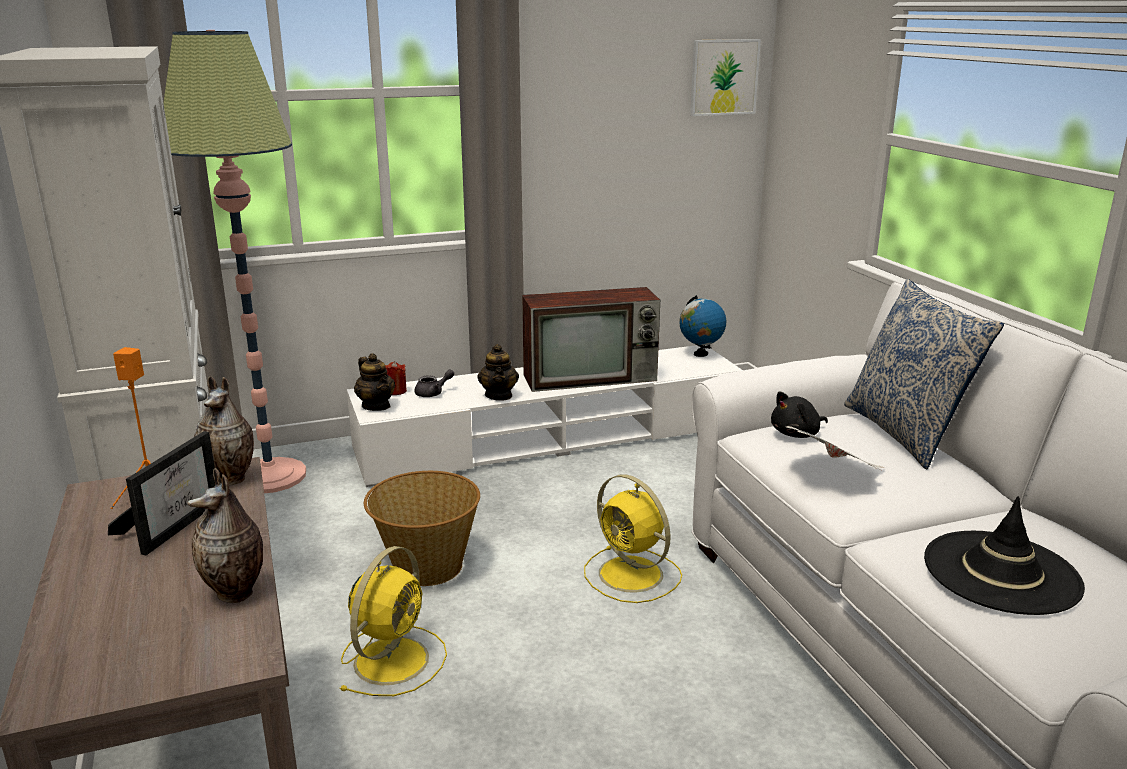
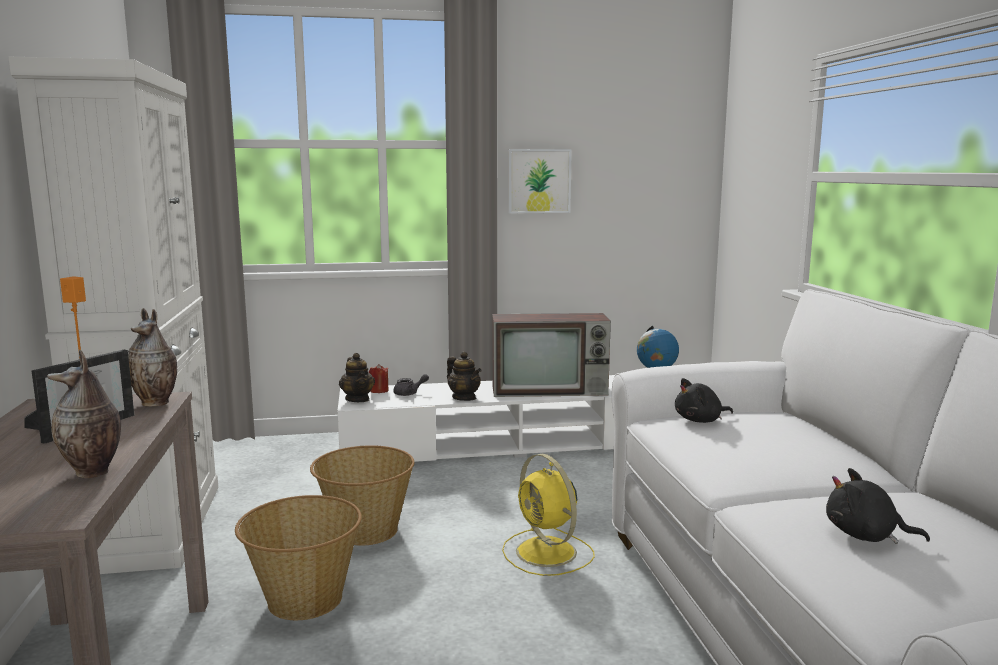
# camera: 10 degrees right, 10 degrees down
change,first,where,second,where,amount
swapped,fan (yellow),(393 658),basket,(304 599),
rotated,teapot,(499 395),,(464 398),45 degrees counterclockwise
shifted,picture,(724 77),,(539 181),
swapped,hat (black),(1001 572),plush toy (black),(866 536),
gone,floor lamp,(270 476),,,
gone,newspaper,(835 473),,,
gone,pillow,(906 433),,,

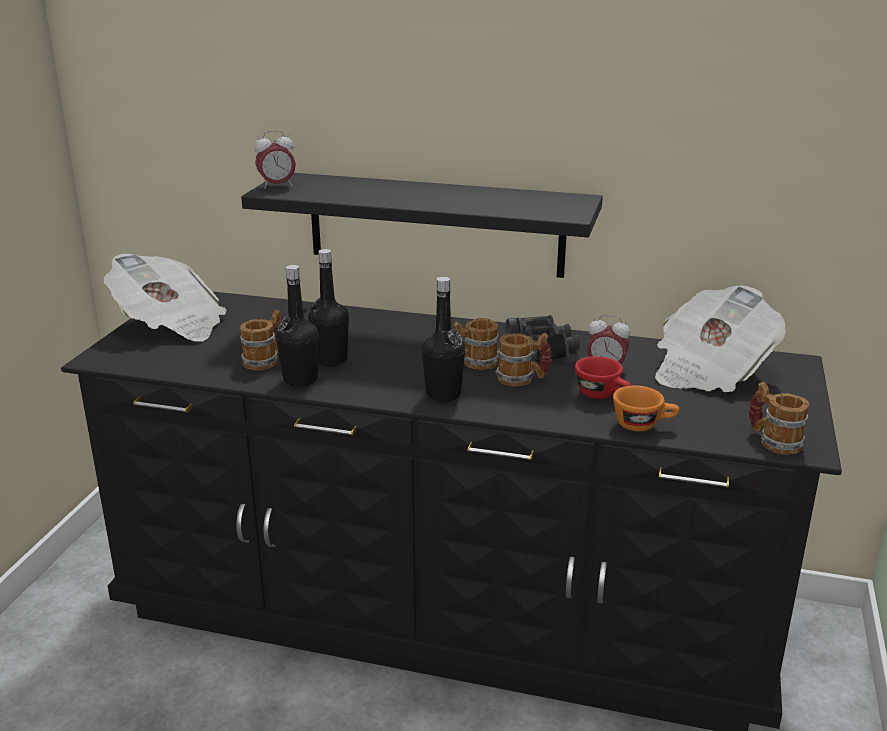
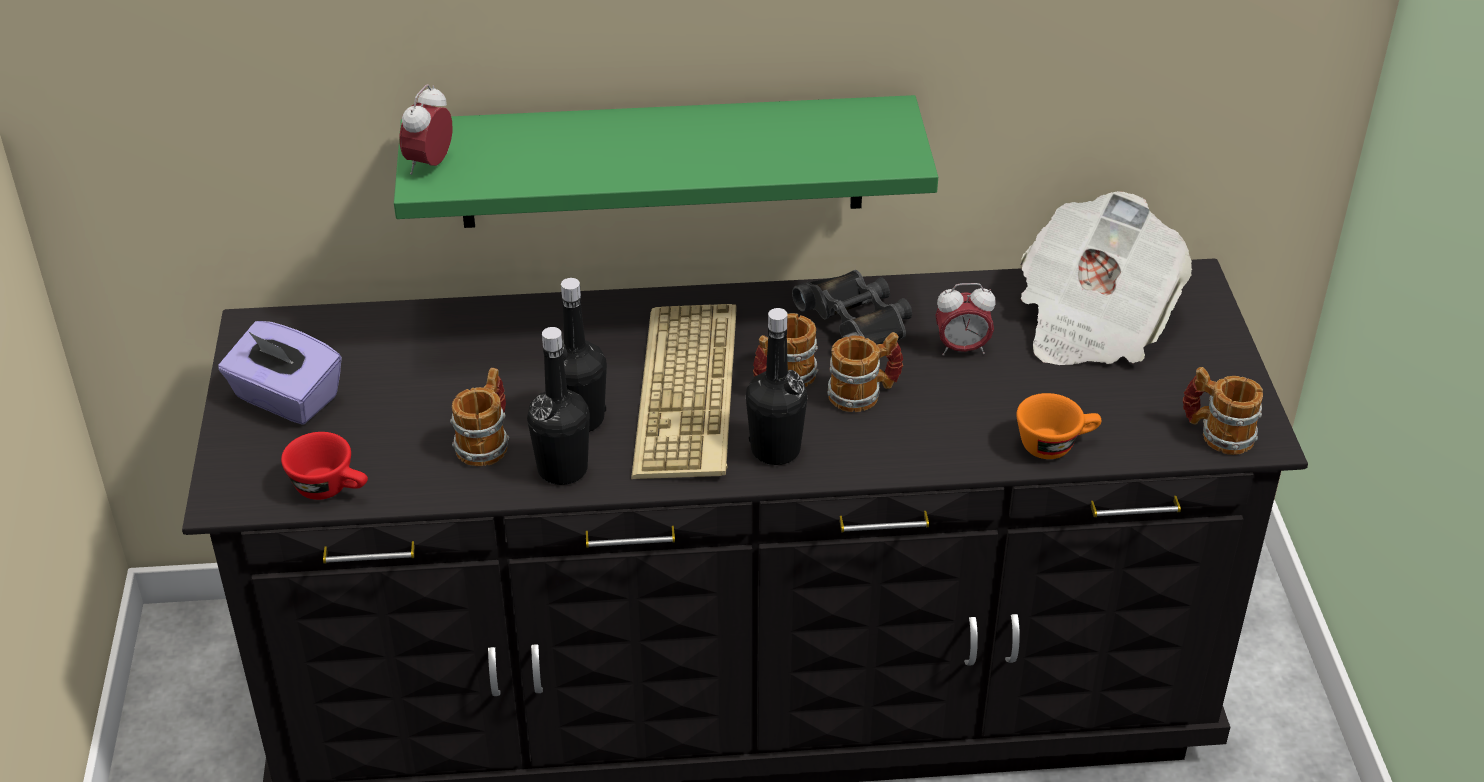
# camera: 20 degrees left, 15 degrees up
change,first,where,second,where,amount
swapped,newspaper,(171 325),tissue box (purple),(286 399),
shifted,cup (red),(603 395),,(331 488),
repainted,shelf (black),(435 224),shelf (green),(662 162),
rotated,alarm clock,(277 186),,(430 164),150 degrees clockwise
new,,,keyboard,(690 394),

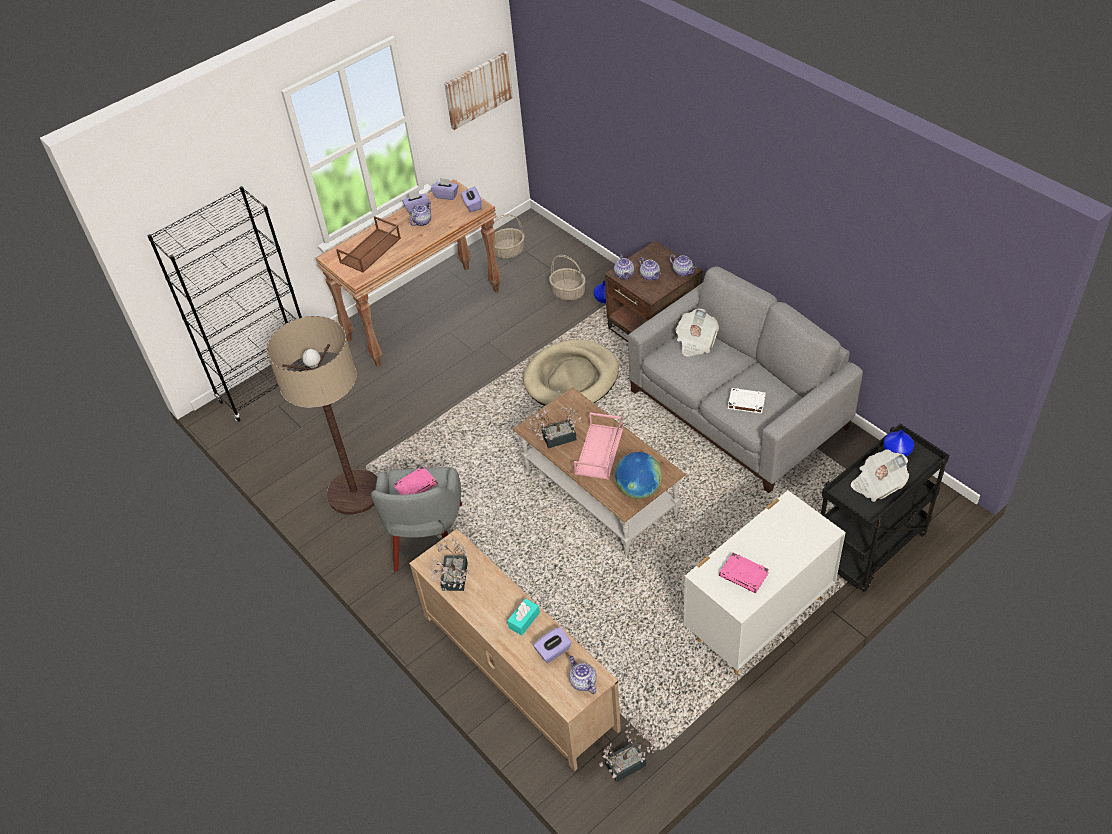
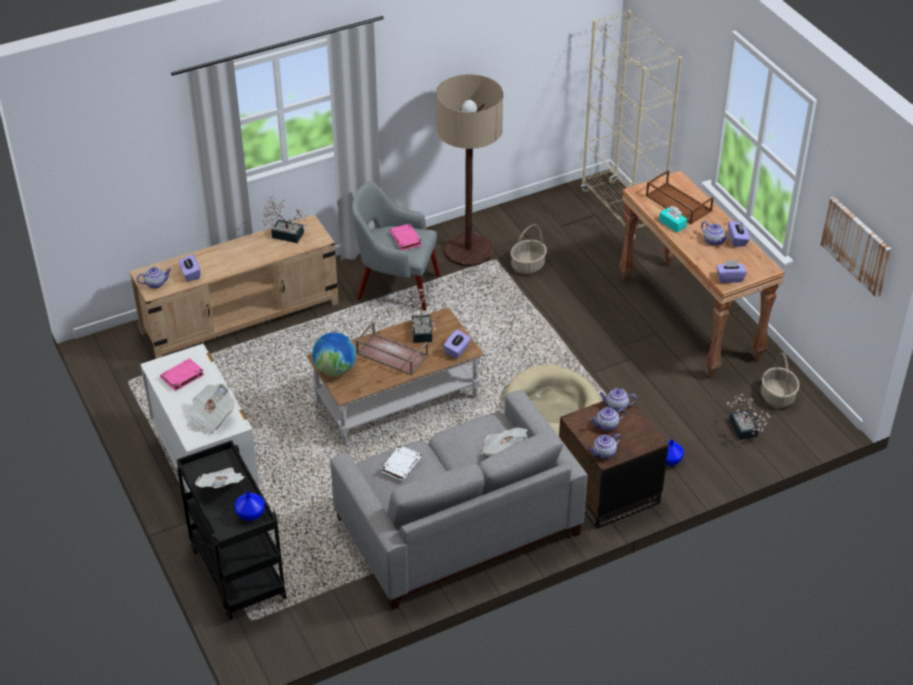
# camera: 100 degrees right, 5 degrees down
change,first,where,second,where,amount
new,,,newspaper,(210 419),
repainted,tray (pink),(600 452),tray (brown),(391 354),
shifted,tissue box (purple),(446 195),,(457 350),
shifted,basket,(568 292),,(528 266),
repainted,bookcase (black),(269 387),bookcase (beige),(621 211),
shifted,tissue box (turquoise),(524 620),,(672 224),
shifted,potted plant,(630 762),,(744 431),

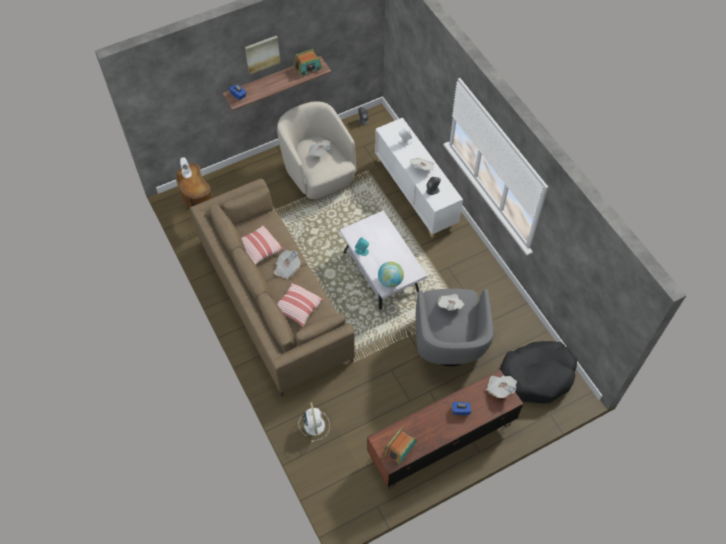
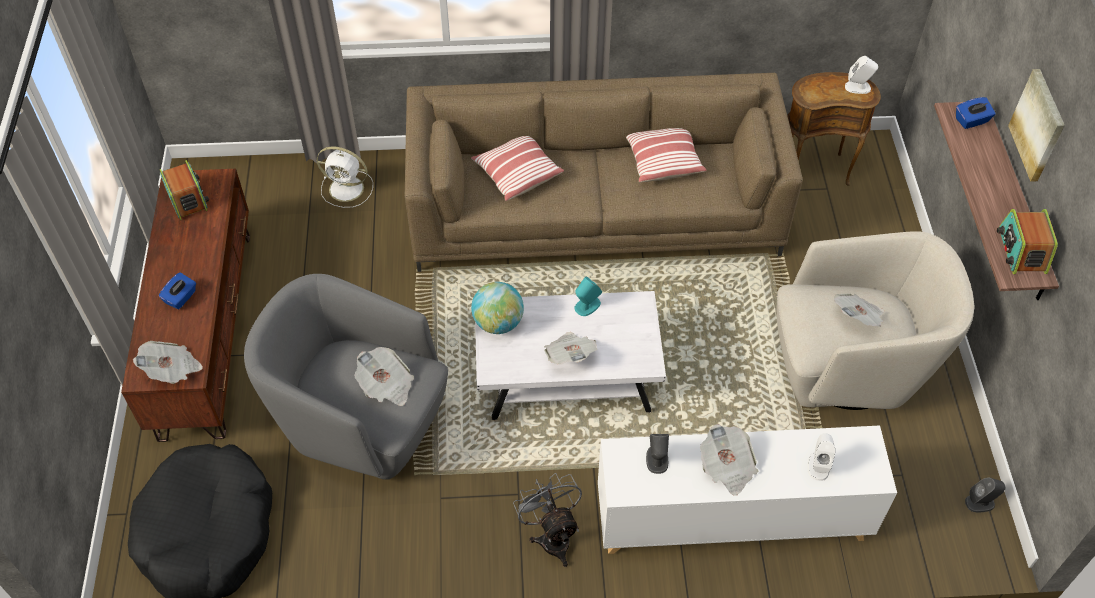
# camera: 115 degrees right, 5 degrees down
change,first,where,second,where,amount
new,,,fan (grey),(552 536),
shifted,newspaper,(287 268),,(570 356),

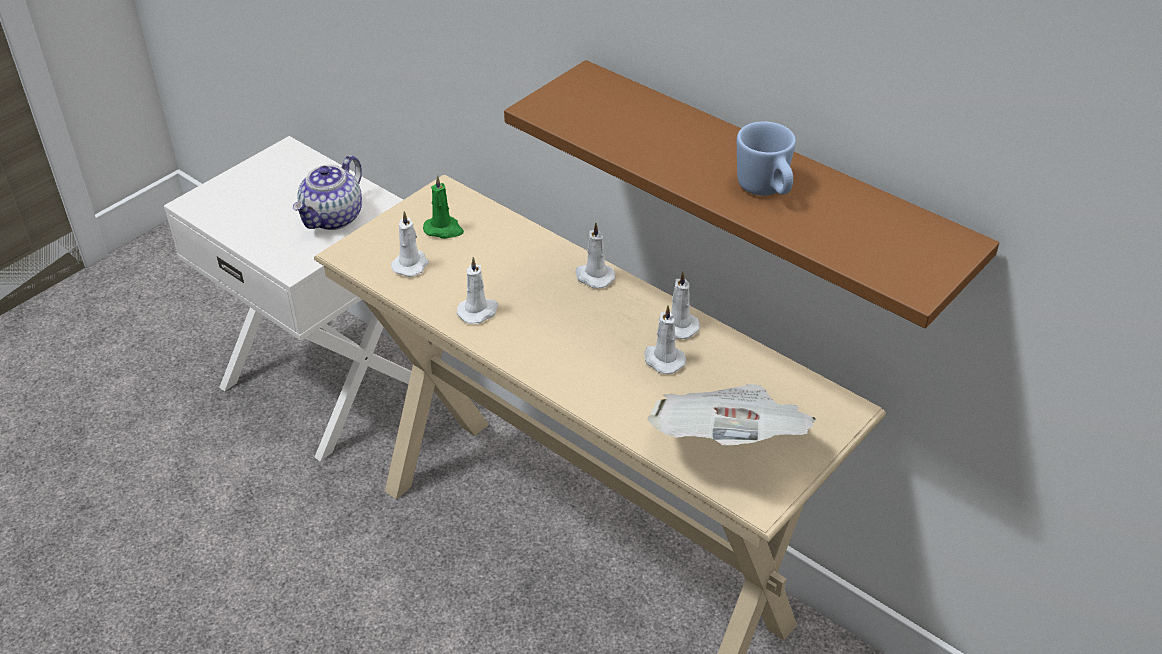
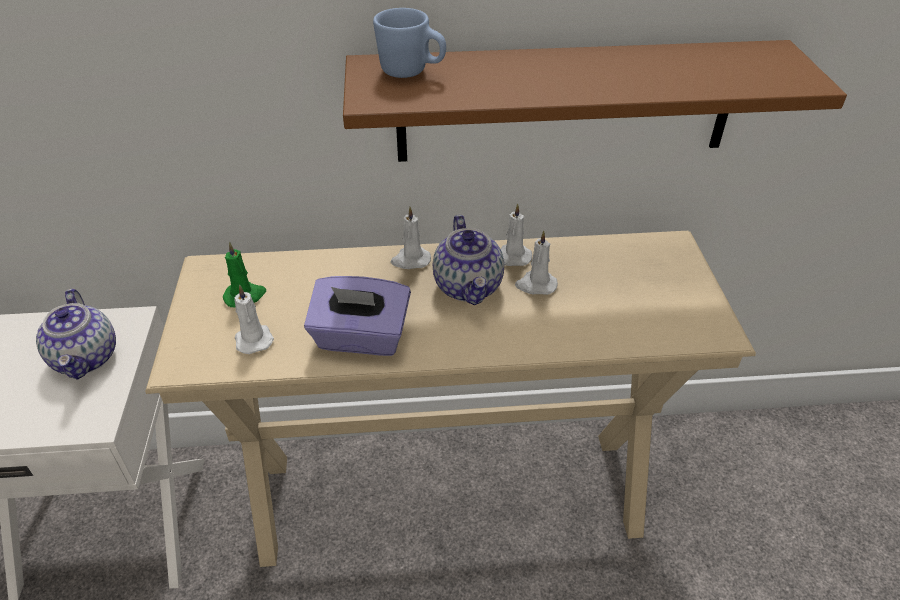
# camera: 45 degrees left, 0 degrees up
change,first,where,second,where,amount
swapped,candle (white),(478 311),tissue box (purple),(361 338),
shifted,mug (blue),(765 190),,(412 72),
new,,,teapot,(469 287),
gone,newspaper,(728 444),,,

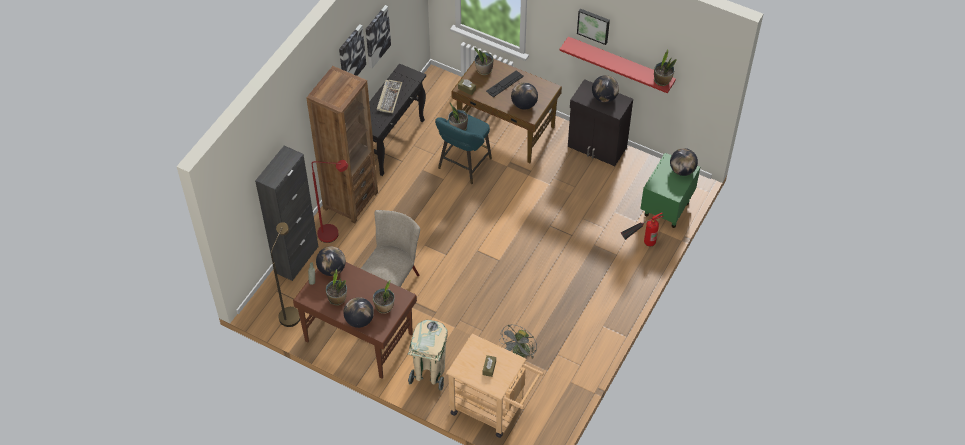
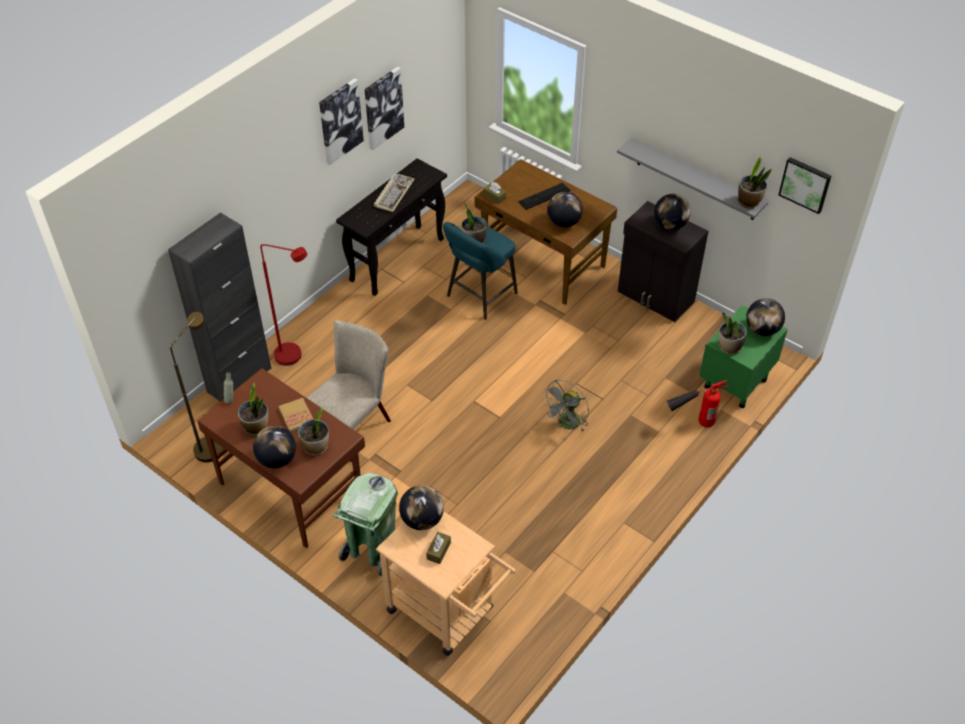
# camera: 10 degrees right, 5 degrees down
change,first,where,second,where,amount
new,,,book,(297 416),
repainted,trash can (beige),(429 373),trash can (green),(371 550),
shifted,globe,(332 269),,(422 520),
shifted,fan (grey),(519 354),,(567 424),
repainted,shelf (red),(620 64),shelf (grey),(696 180),
shifted,potted plant,(484 70),,(729 347),
shifted,picture,(593 25),,(805 184),
gone,bookcase (brown),(350 200),,,

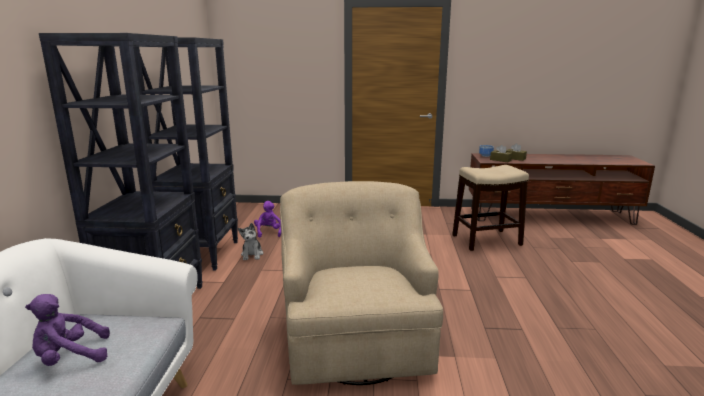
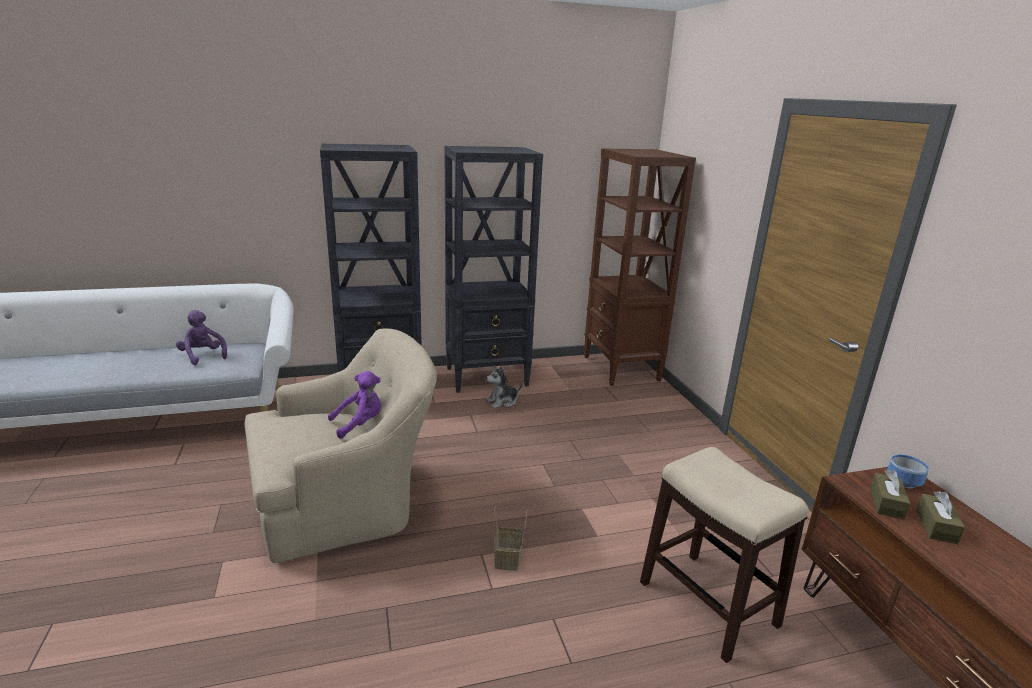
# camera: 70 degrees right, 5 degrees up
change,first,where,second,where,amount
shifted,plush toy (purple),(268 232),,(360 424),
new,,,basket,(508 559),
new,,,bookcase (brown),(621 369),

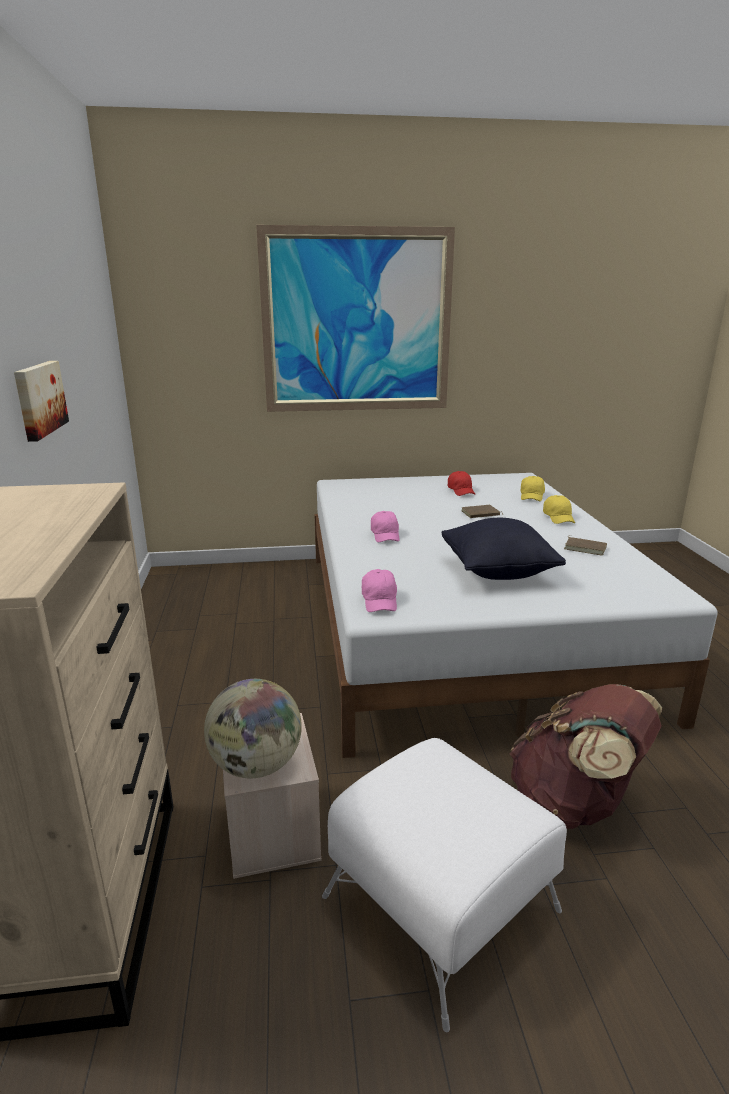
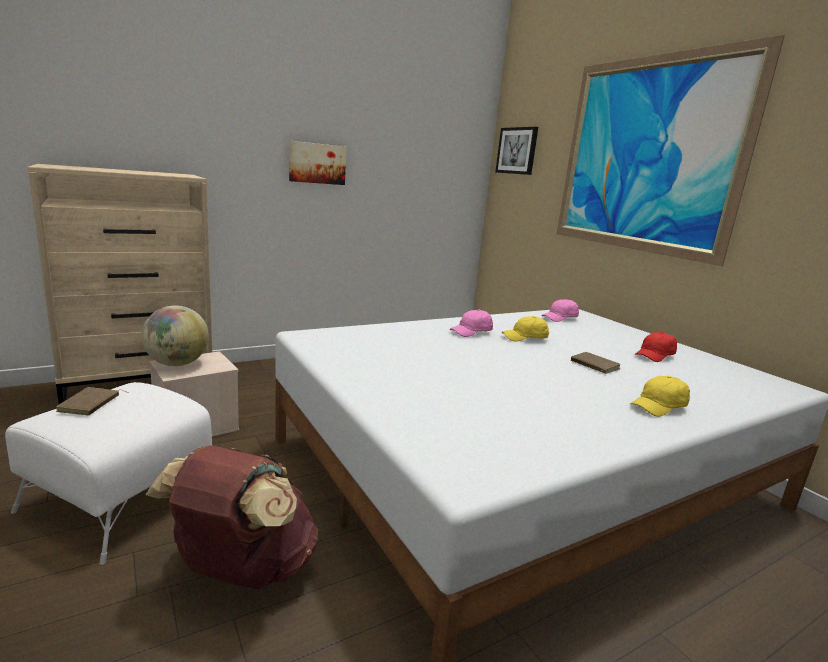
# camera: 65 degrees right, 5 degrees down
change,first,where,second,where,amount
shifted,book (brown),(585 548),,(90 404),
new,,,picture,(517 151),
shifted,cap (yellow),(532 496),,(525 338),
shifted,cap (pink),(380 600),,(560 318),
gone,pillow (black),(497 572),,,

